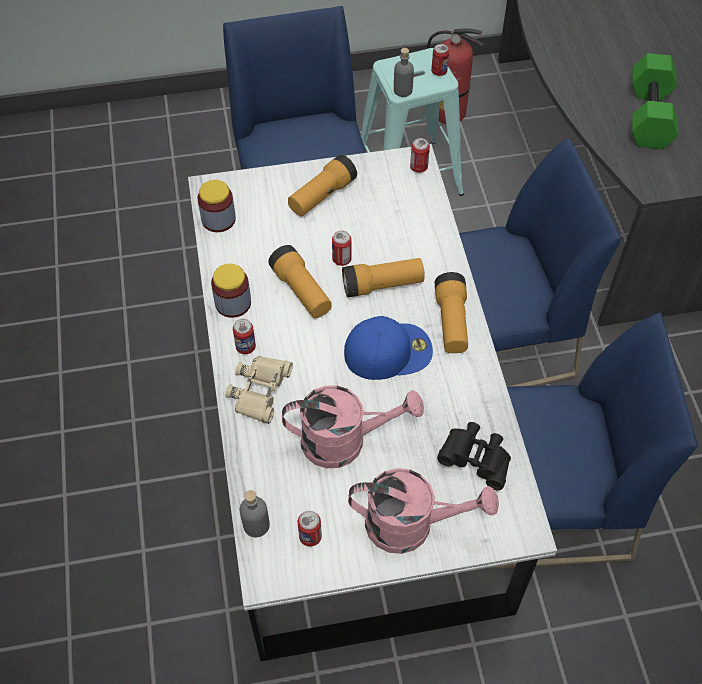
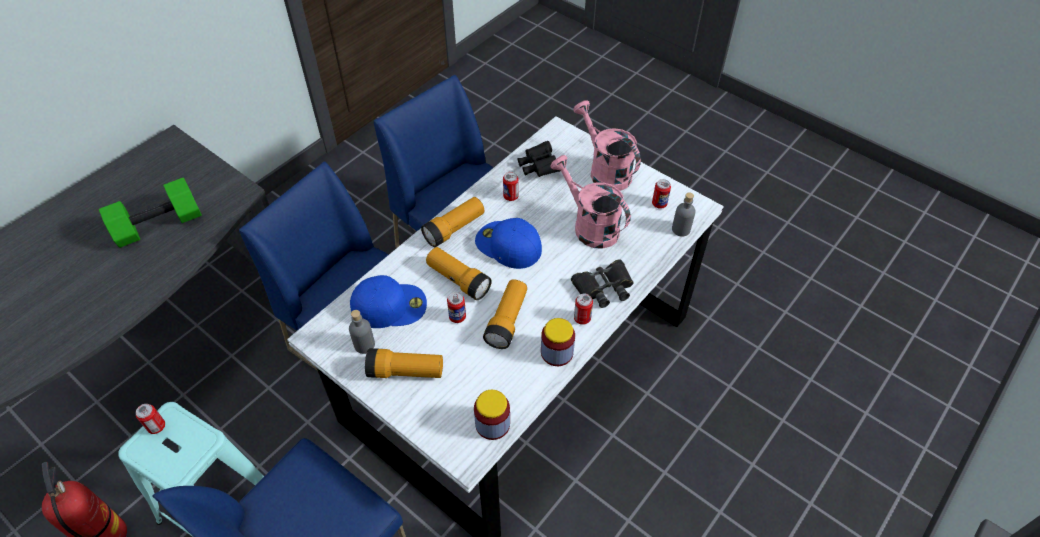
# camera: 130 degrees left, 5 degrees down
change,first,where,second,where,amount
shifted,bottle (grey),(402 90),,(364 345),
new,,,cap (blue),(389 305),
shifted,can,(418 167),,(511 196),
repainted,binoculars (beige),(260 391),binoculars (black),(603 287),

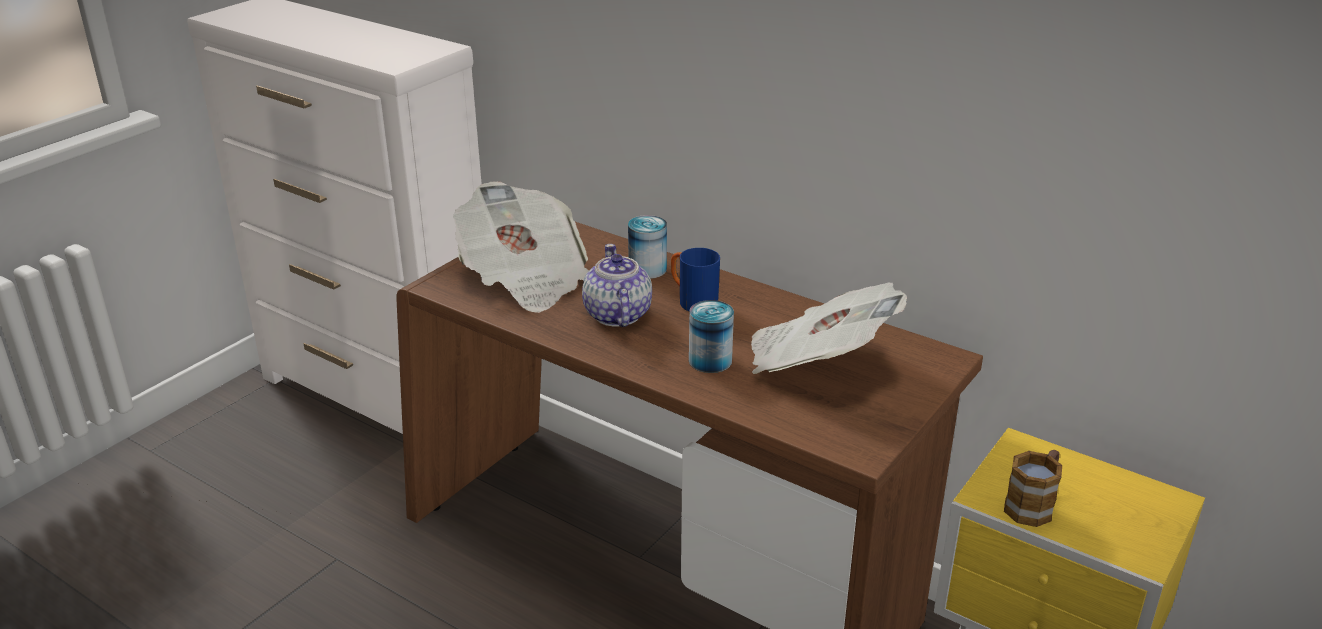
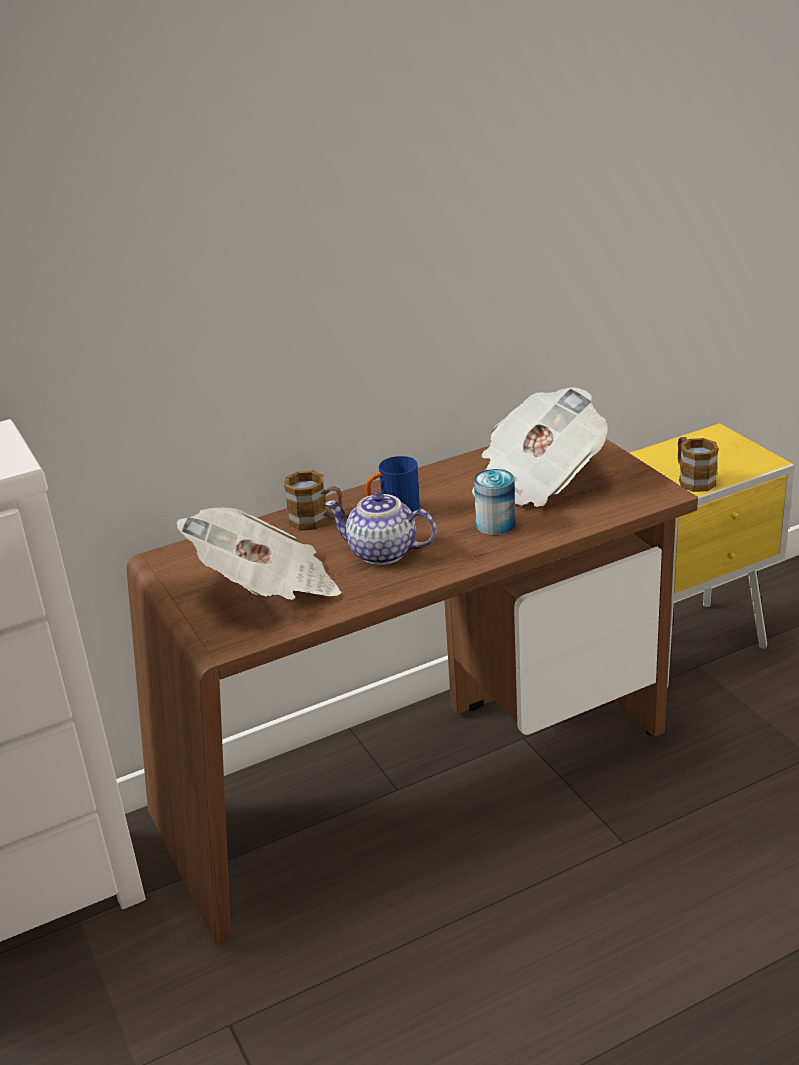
# camera: 60 degrees left, 0 degrees up
change,first,where,second,where,amount
swapped,can,(647 269),mug,(317 521),

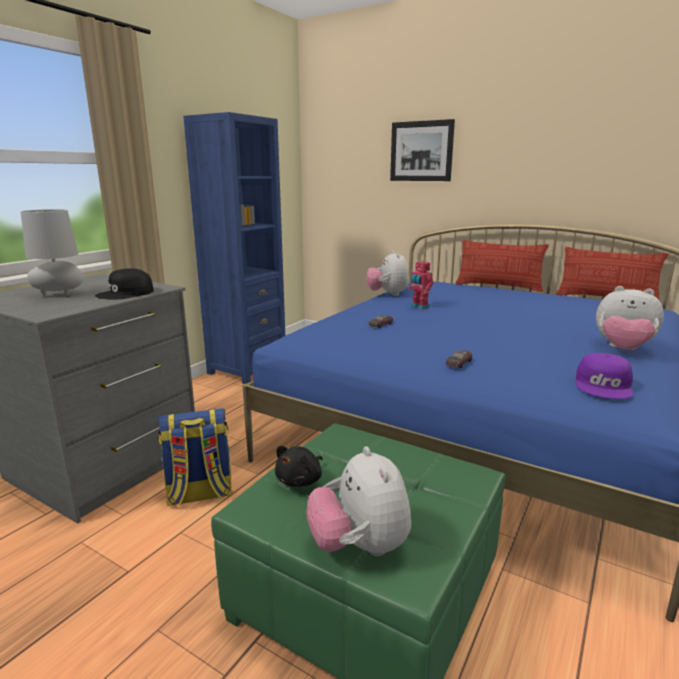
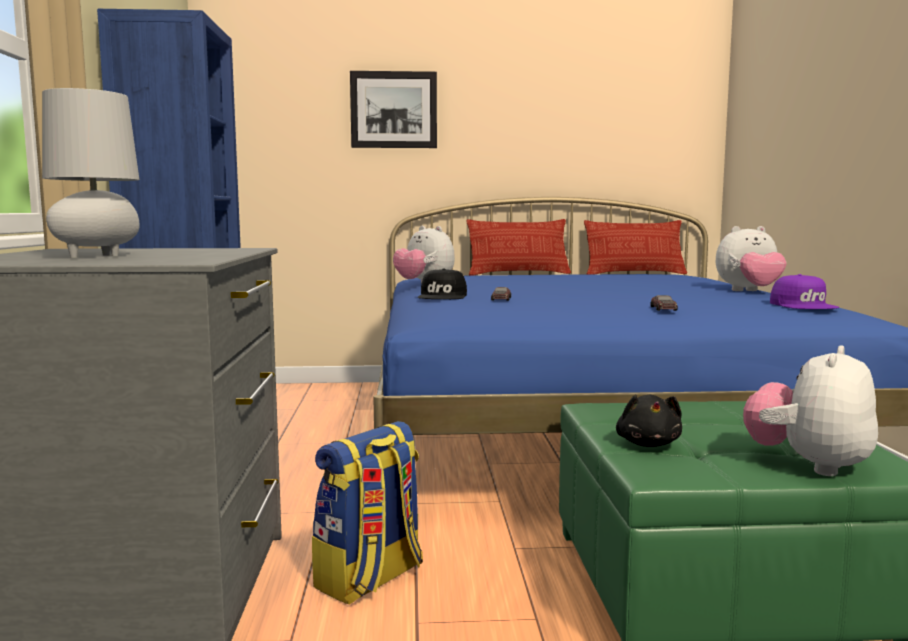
# camera: 35 degrees left, 10 degrees down
change,first,where,second,where,amount
shifted,cap (black),(126 293),,(443 296),
rotated,plush toy,(359 546),,(808 465),90 degrees clockwise
gone,toy robot,(419 307),,,

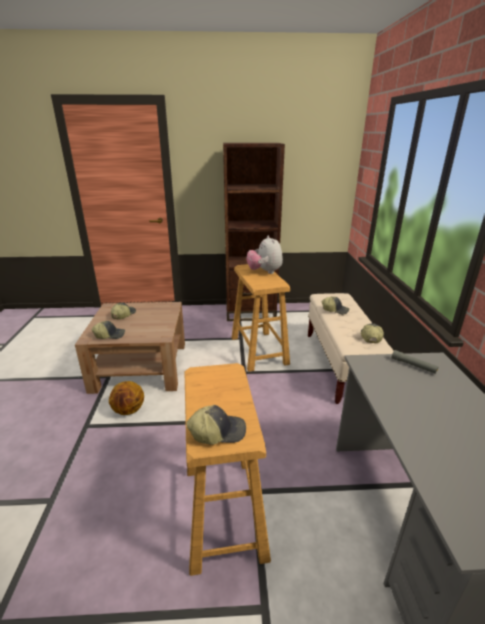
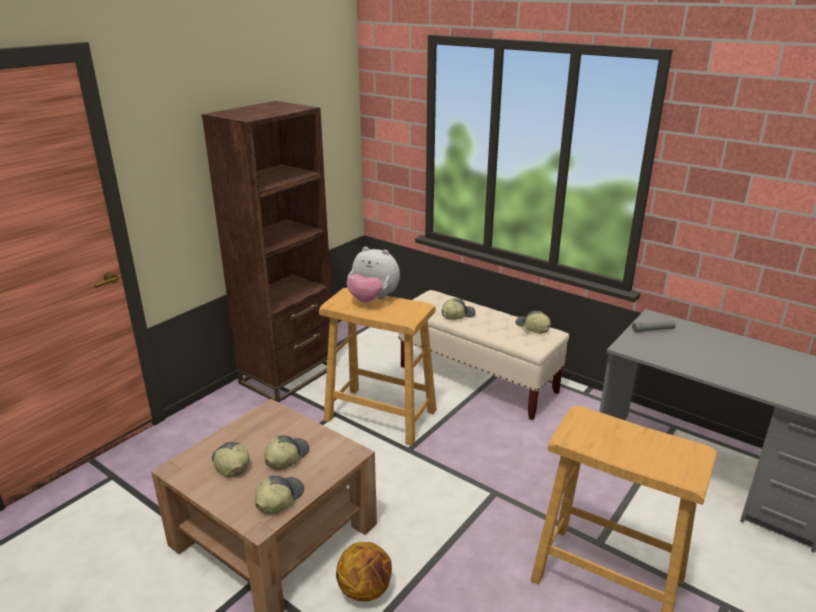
# camera: 50 degrees left, 0 degrees up
change,first,where,second,where,amount
shifted,cap,(218 431),,(286 457),

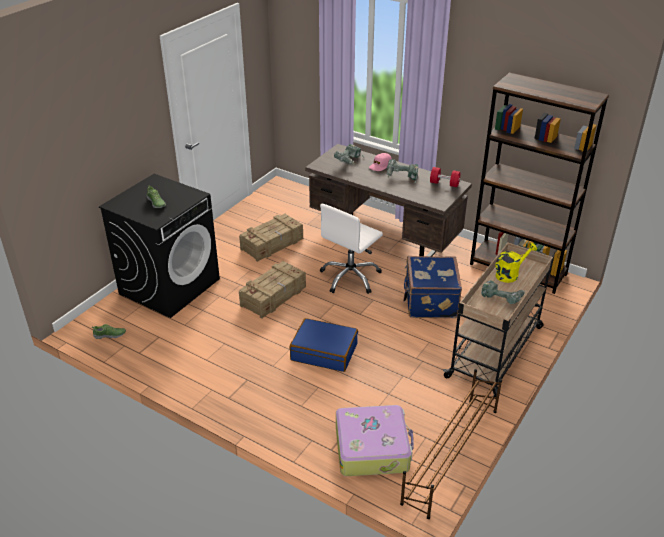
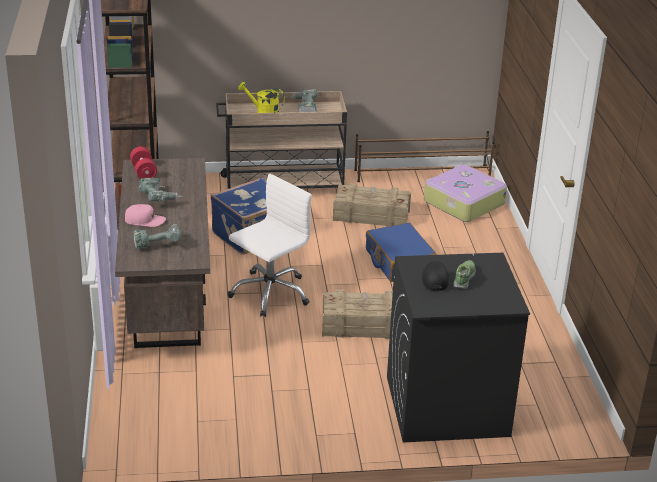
# camera: 130 degrees left, 5 degrees down
change,first,where,second,where,amount
rotated,office chair (white),(350 277),,(270 293),45 degrees counterclockwise
shifted,crate,(272 244),,(371 215),
new,,,cap (black),(434 279),
gone,shoe,(110 335),,,

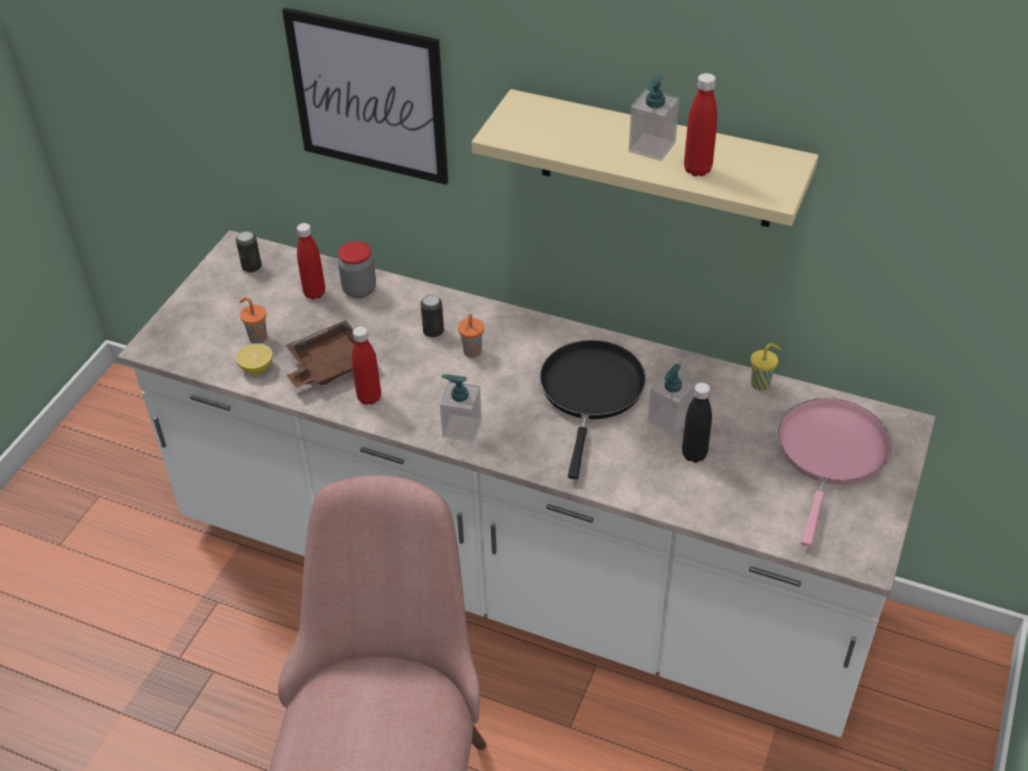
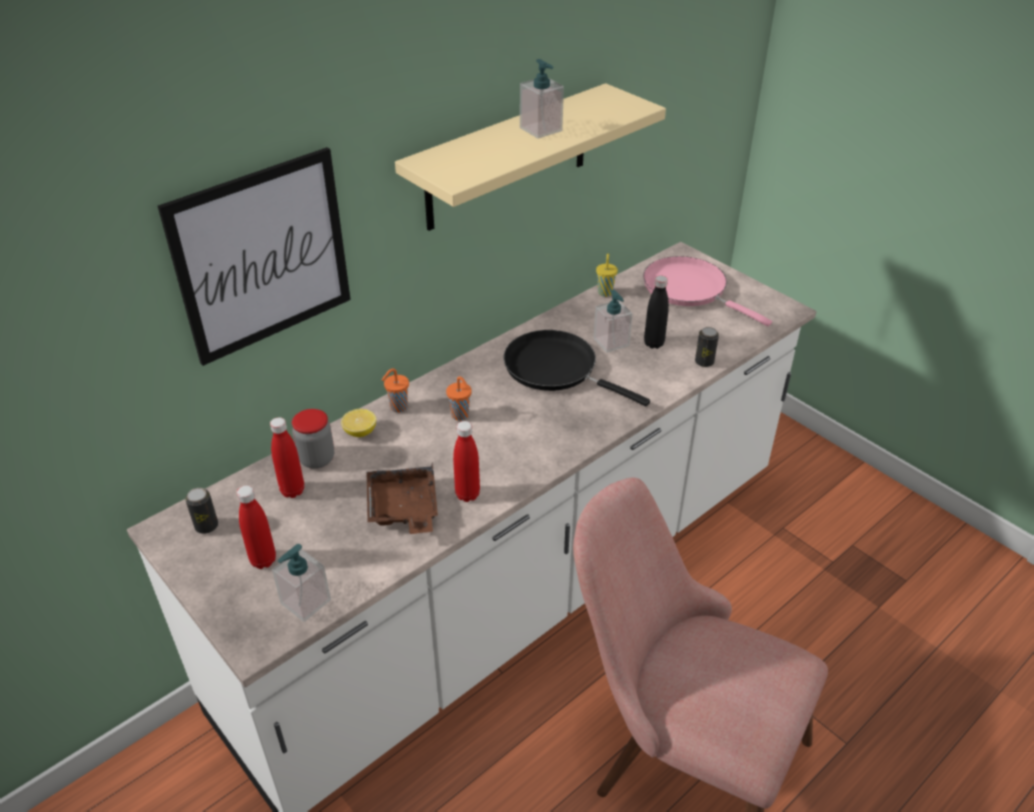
# camera: 65 degrees left, 5 degrees down
change,first,where,second,where,amount
shifted,bottle (red),(697 169),,(263 560),
shifted,soap dispenser,(461 428),,(305 602),
shifted,lemon,(256 368),,(360 432),
shifted,cup (orange),(257 337),,(397 407),
shifted,can,(433 331),,(704 362),

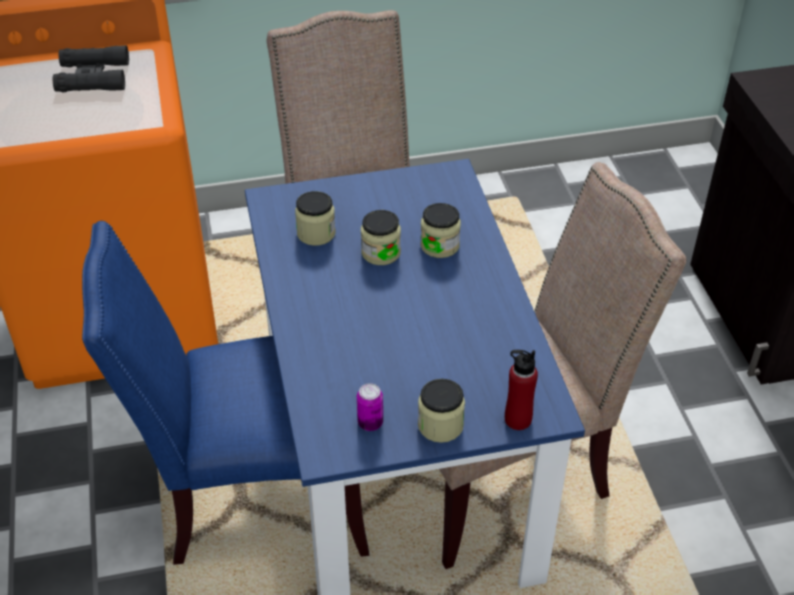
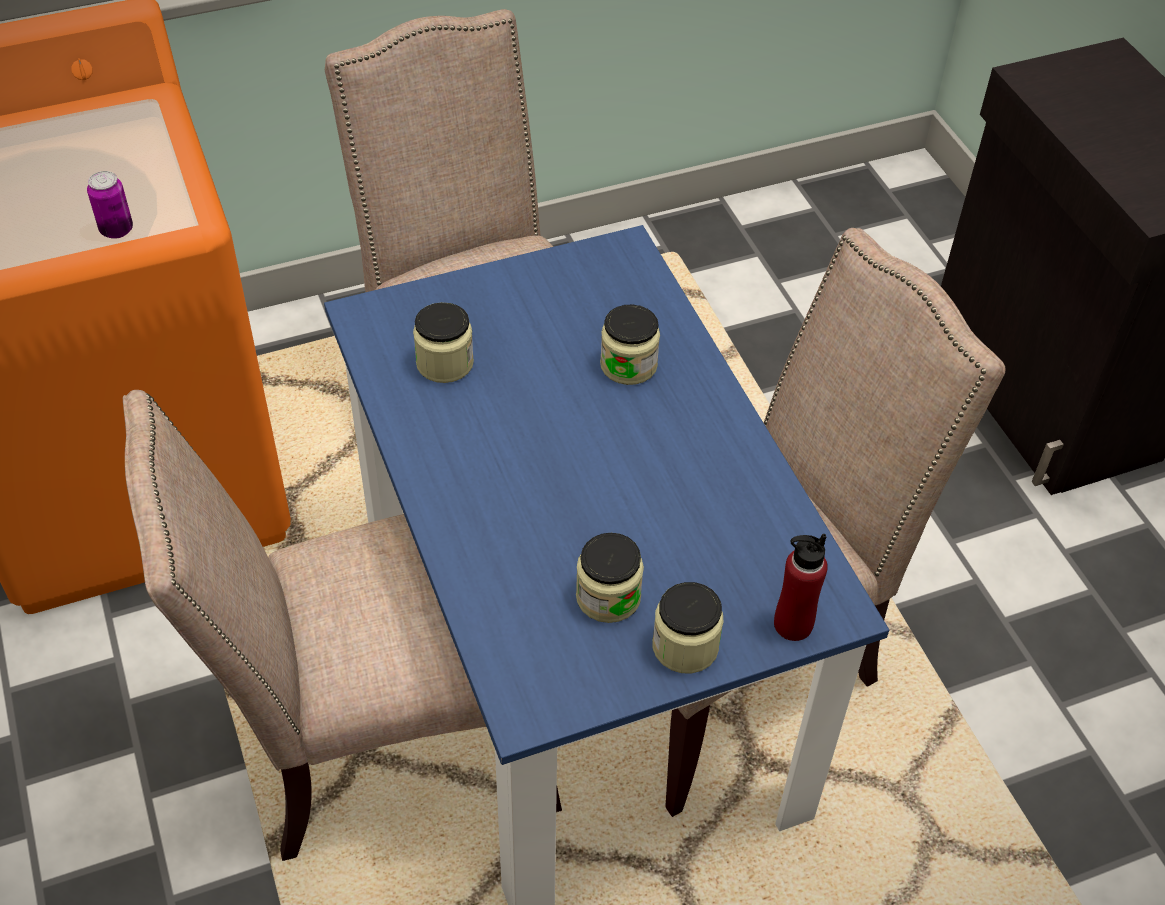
# camera: 10 degrees left, 5 degrees up
change,first,where,second,where,amount
shifted,can,(370 423),,(116 230),
repainted,chair (blue),(256 497),chair (beige),(385 743),
shifted,jar,(381 252),,(608 597),
gone,binoculars (black),(93 77),,,

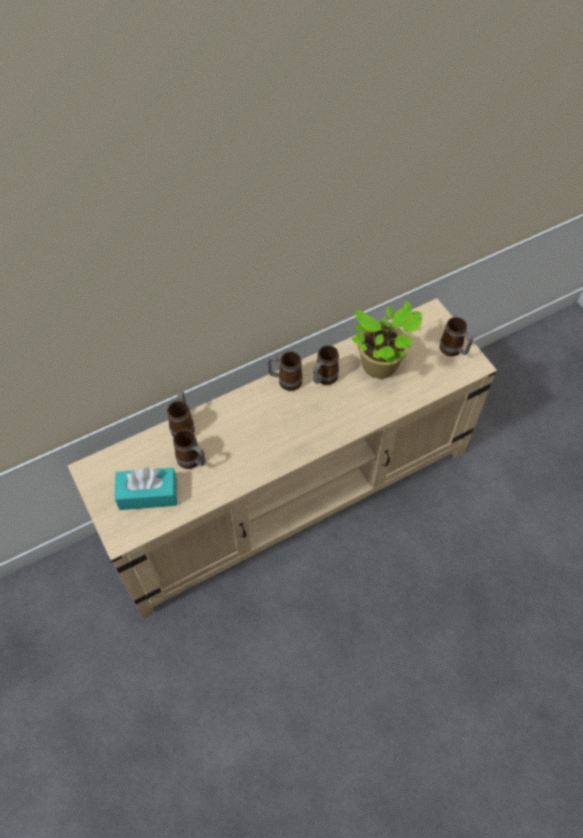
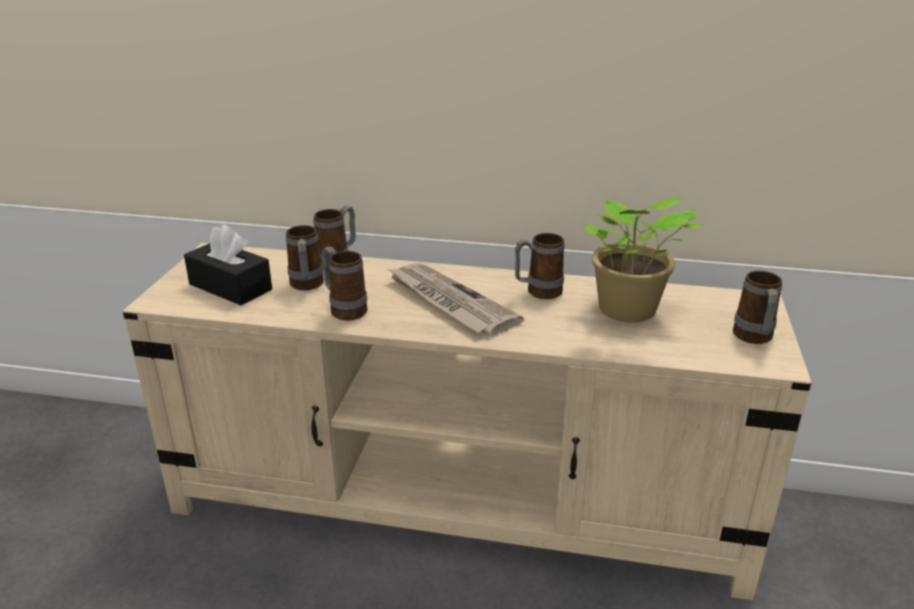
# camera: 40 degrees right, 30 degrees down
change,first,where,second,where,amount
repainted,tissue box (turquoise),(148 494),tissue box (black),(230 287),
shifted,mug,(285 381),,(344 309),
new,,,newspaper,(449 302),

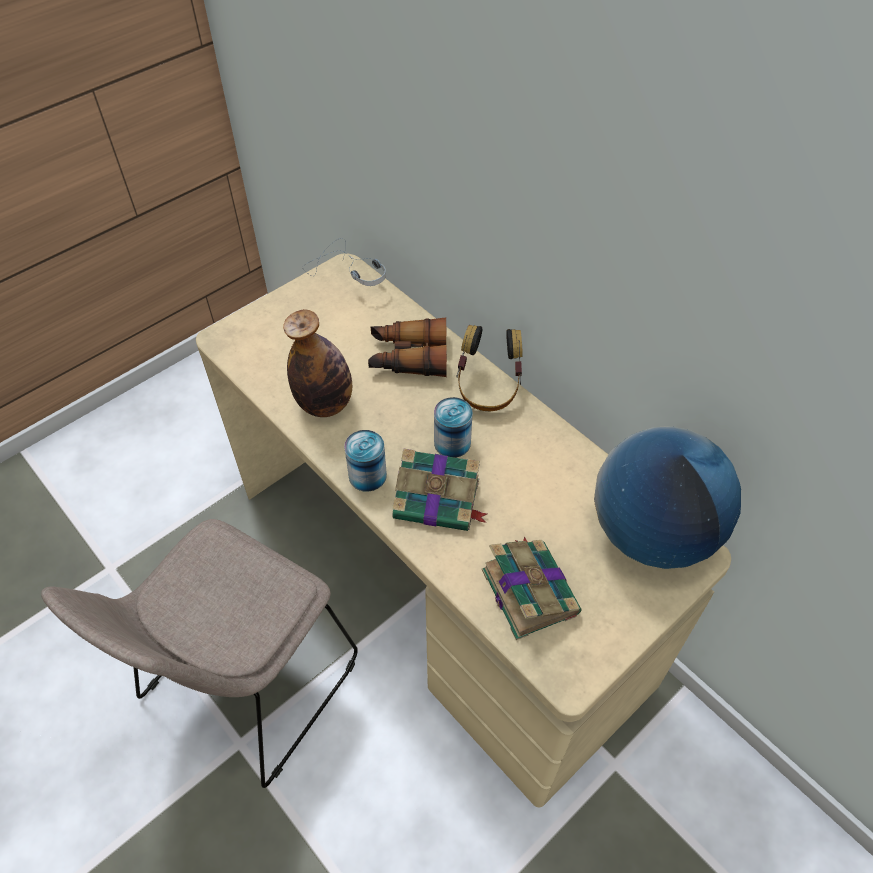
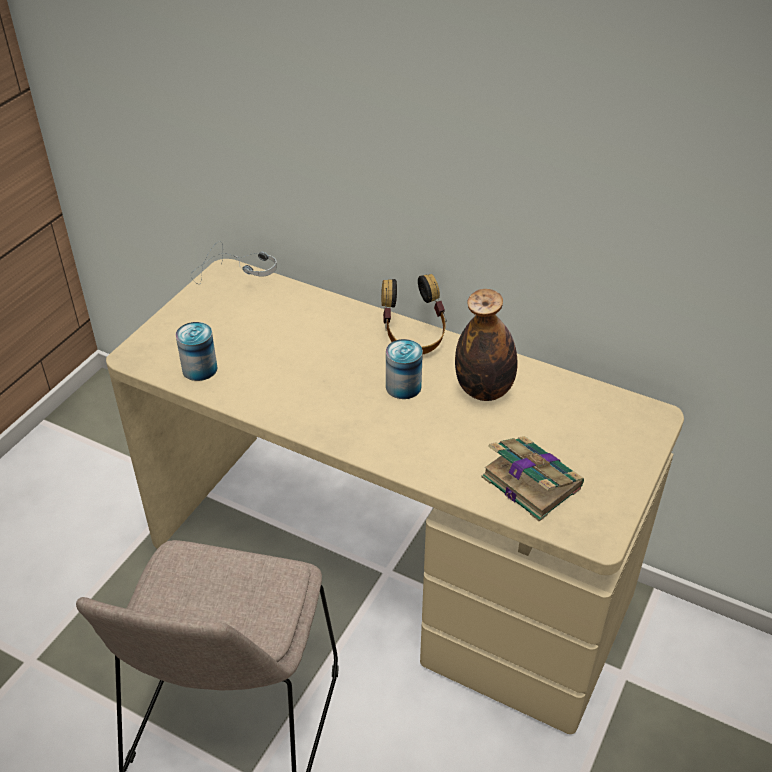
# camera: 20 degrees left, 10 degrees down
change,first,where,second,where,amount
shifted,can,(367 475),,(199 369),
shifted,bottle,(325 404),,(484 390),
gone,binoculars,(408 357),,,
gone,book,(438 500),,,
gone,globe,(651 533),,,

